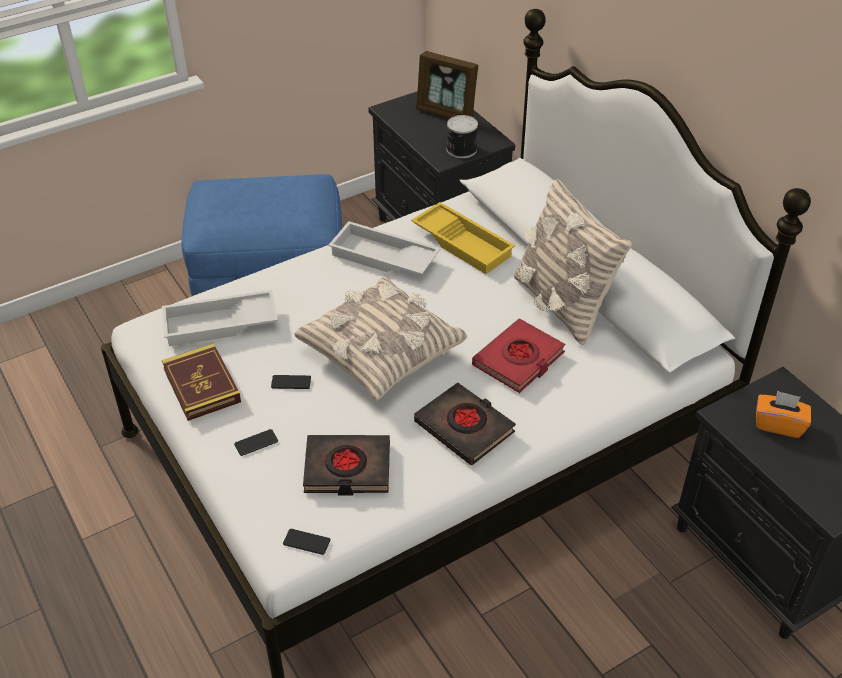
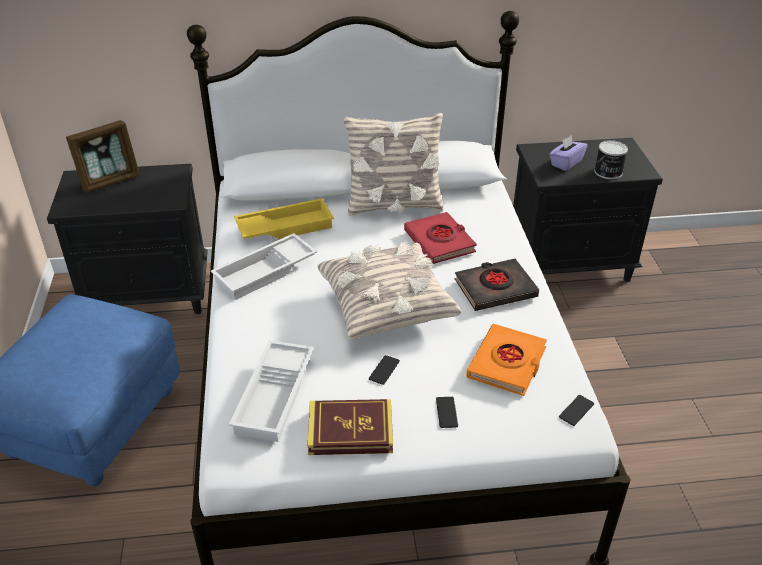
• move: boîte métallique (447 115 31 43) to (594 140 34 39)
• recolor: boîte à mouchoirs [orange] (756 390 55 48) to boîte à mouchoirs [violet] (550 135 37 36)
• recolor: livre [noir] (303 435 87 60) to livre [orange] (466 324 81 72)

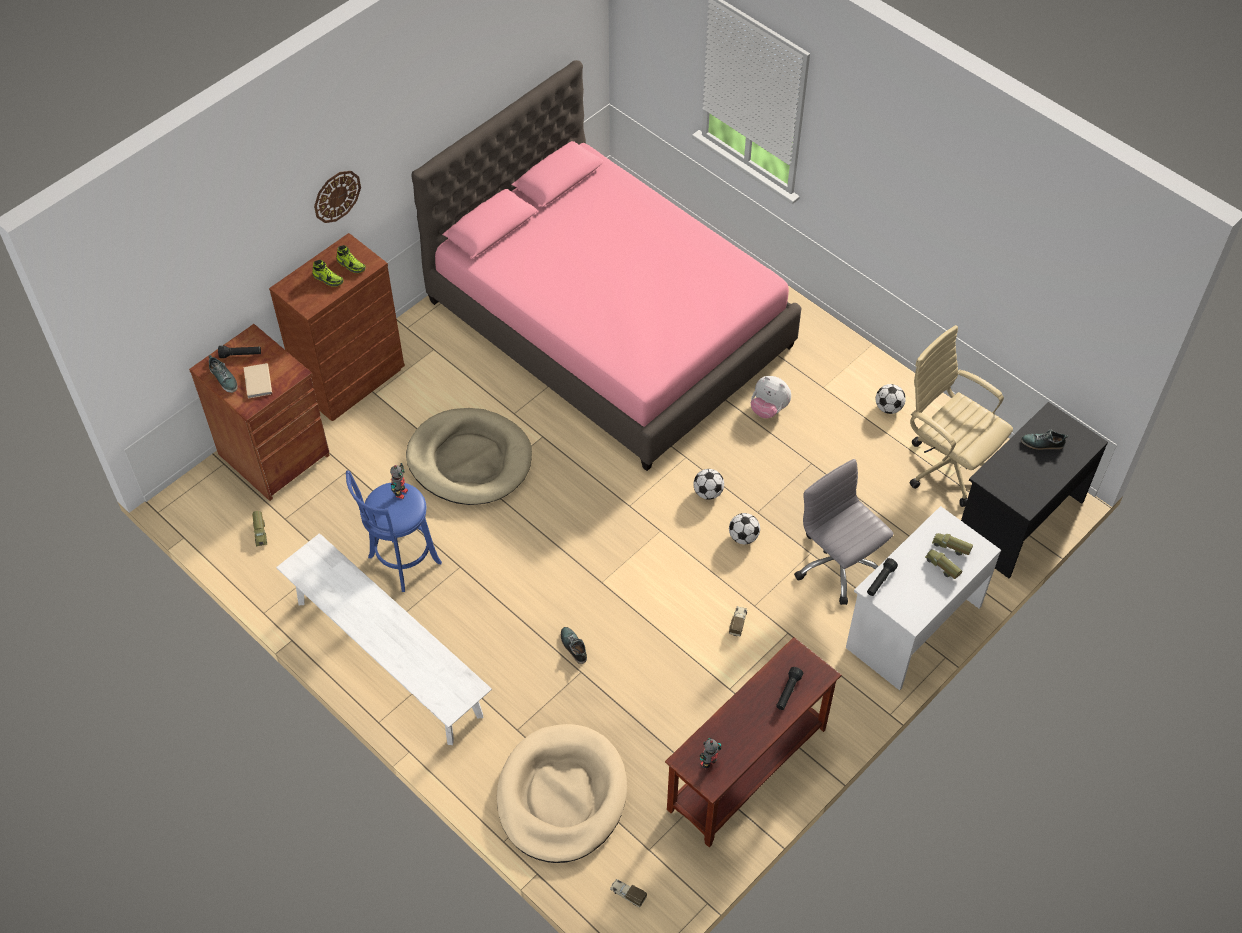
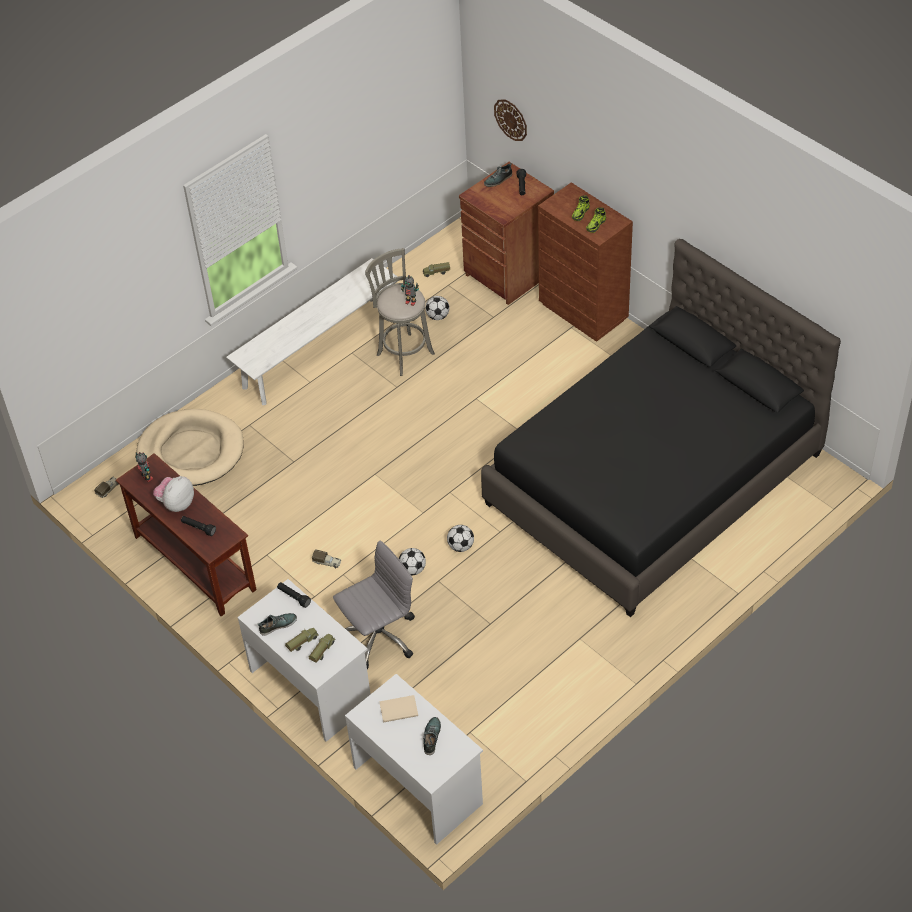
• recolor: lit [rose] (411 60 390 411) to lit [noir] (481 239 360 378)
• move: horloge murale (314 171 47 52) to (494 99 33 42)
• delete: chaise de bureau [beige] (909 325 104 182)
• move: livre [beige] (244 363 28 36) to (379 695 39 27)
• move: peluche (751 376 40 42) to (153 476 41 36)
• move: ballon de foot (876 384 30 30) to (425 296 25 24)
• recolor: bureau [noir] (961 402 147 176) to bureau [blanc] (345 674 138 171)
• delete: panier pour chien [beige] (406 408 126 97)
• recolor: tabouret [bleu] (346 470 96 122) to tabouret [gris] (365 248 70 128)
• move: chaussure (561 627 26 37) to (258 613 39 23)

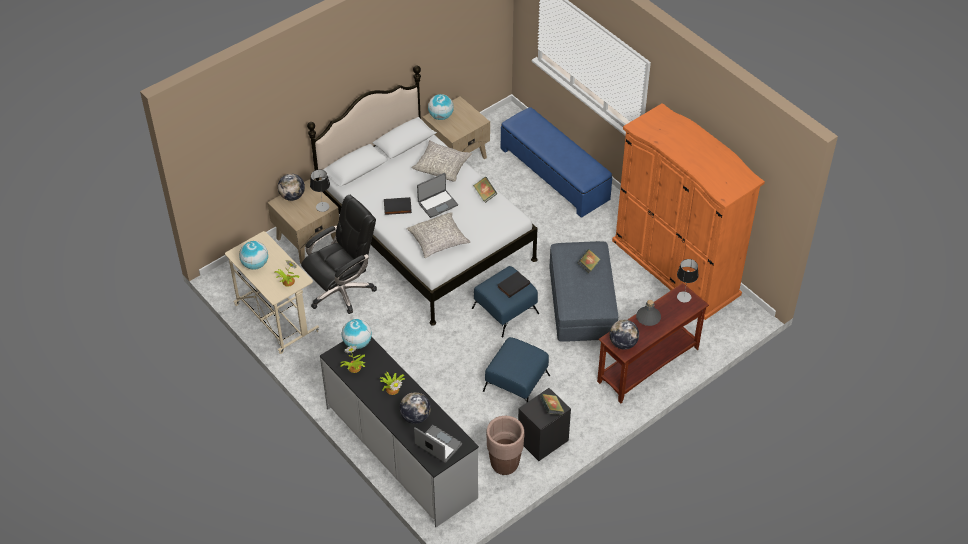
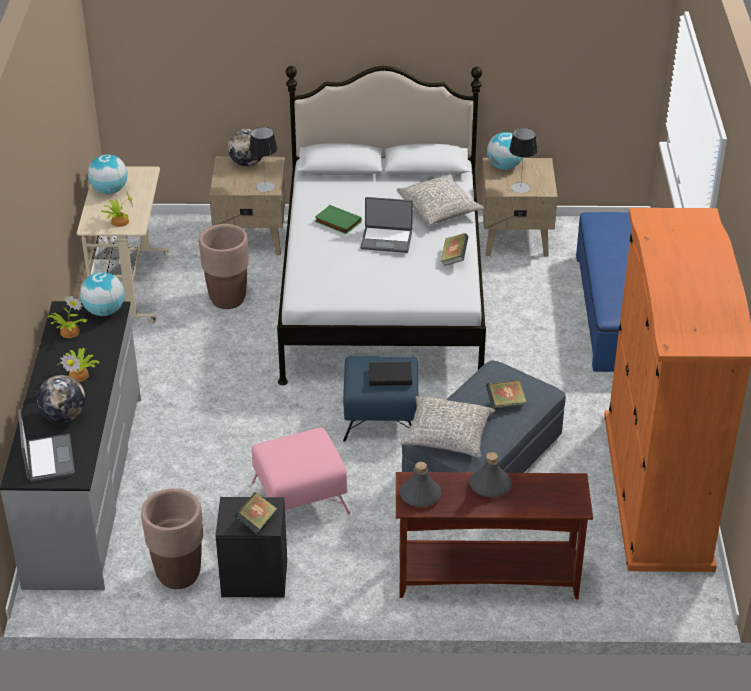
• replace: chaise de bureau [noir] (301 195 76 119) to cache-pot [marron] (199 224 50 85)
• recolor: livre [noir] (384 197 28 18) to livre [vert] (315 205 47 29)
• move: coussin [gris] (407 212 63 46) to (400 396 95 62)
• move: lampe de table (677 259 22 43) to (509 128 29 65)
• replace: globe (609 320 30 29) to bouteille [gris] (400 462 41 45)
• recolor: pouf [bleu] (483 337 67 65) to pouf [rose] (251 427 100 89)

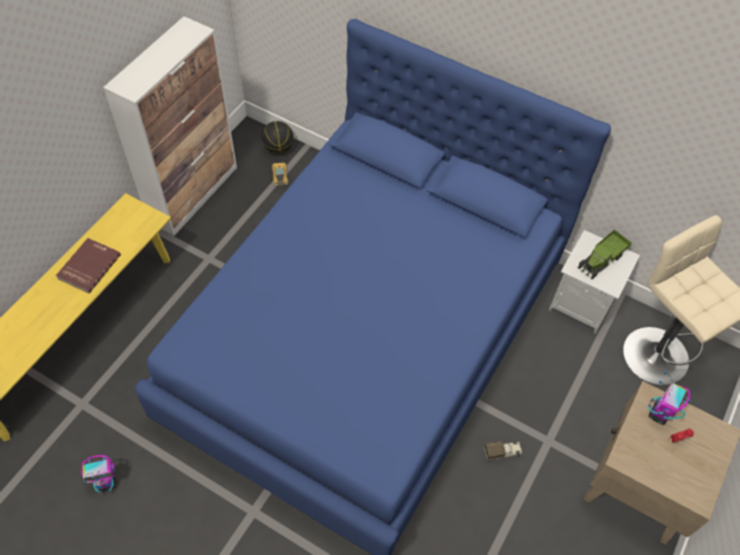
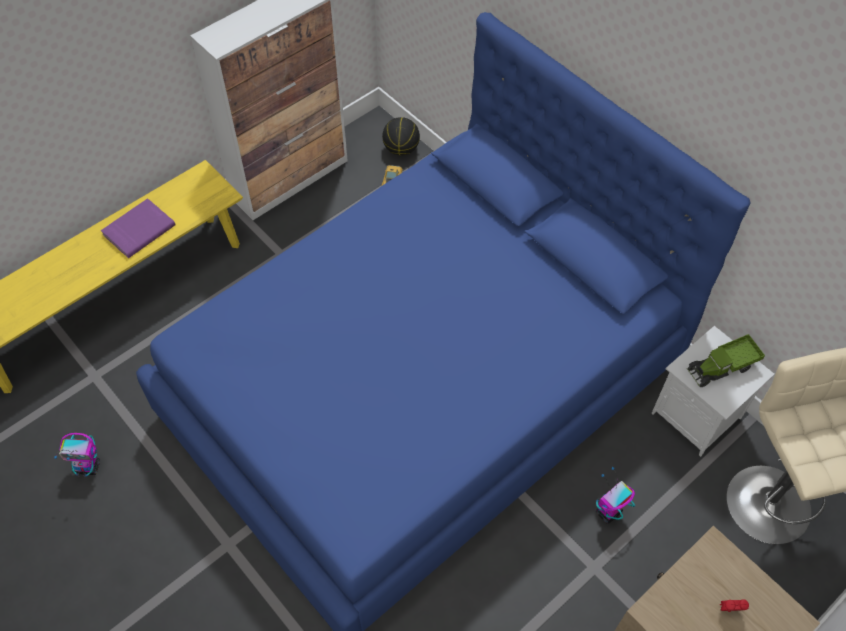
• recolor: livre [rouge] (56 238 65 56) to livre [violet] (101 198 74 60)
• move: robot jouet (648 372 43 53) to (596 467 39 57)
• delete: camion jouet (484 441 39 19)

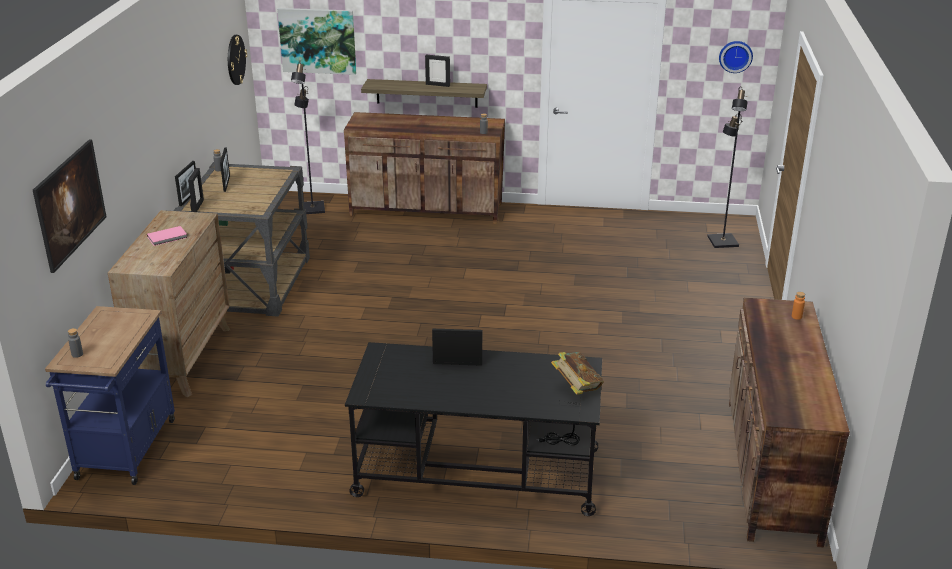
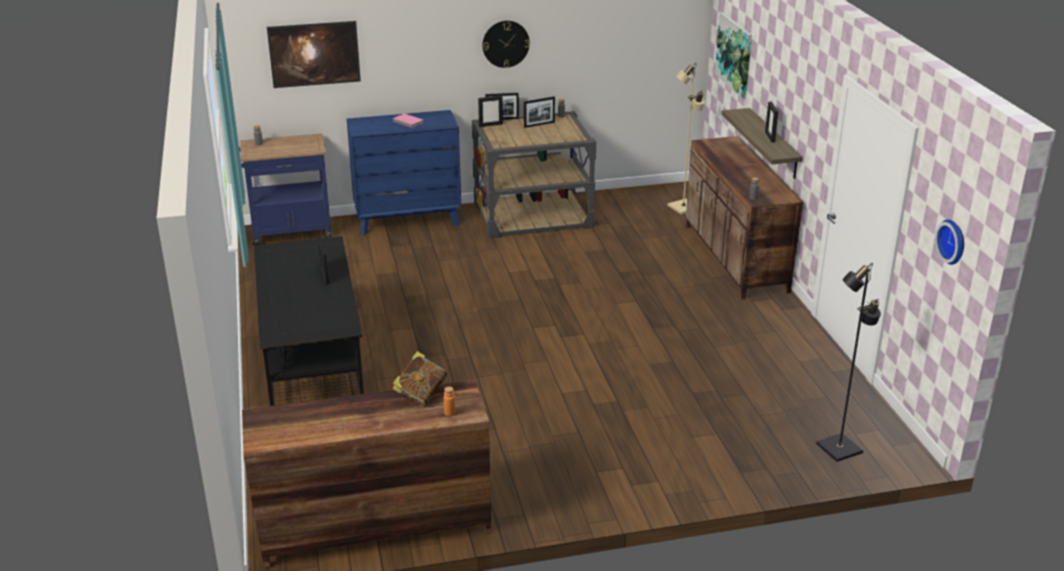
• move: horloge murale (228 35 19 50) to (482 21 48 47)
• recolor: lampadaire [noir] (291 61 34 153) to lampadaire [beige] (667 63 38 151)
• recolor: commode [marron] (108 210 122 187) to commode [bleu] (347 110 114 126)
• move: livre (551 352 53 43) to (393 351 54 55)

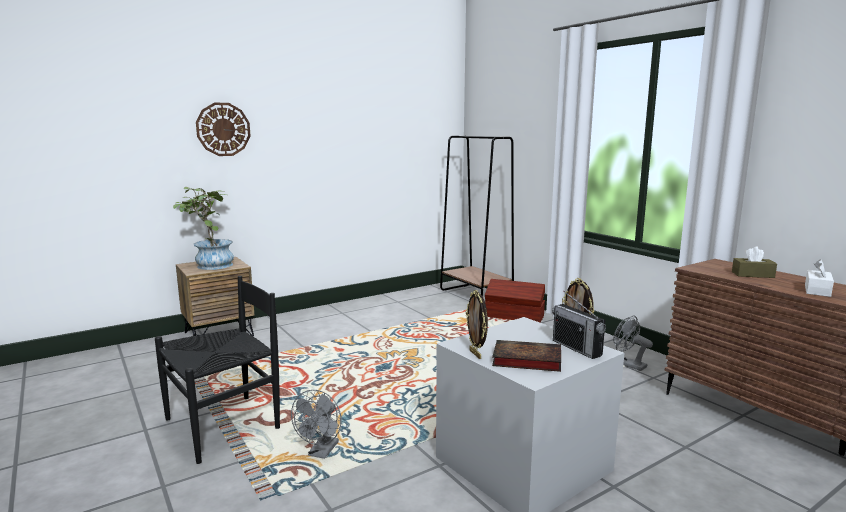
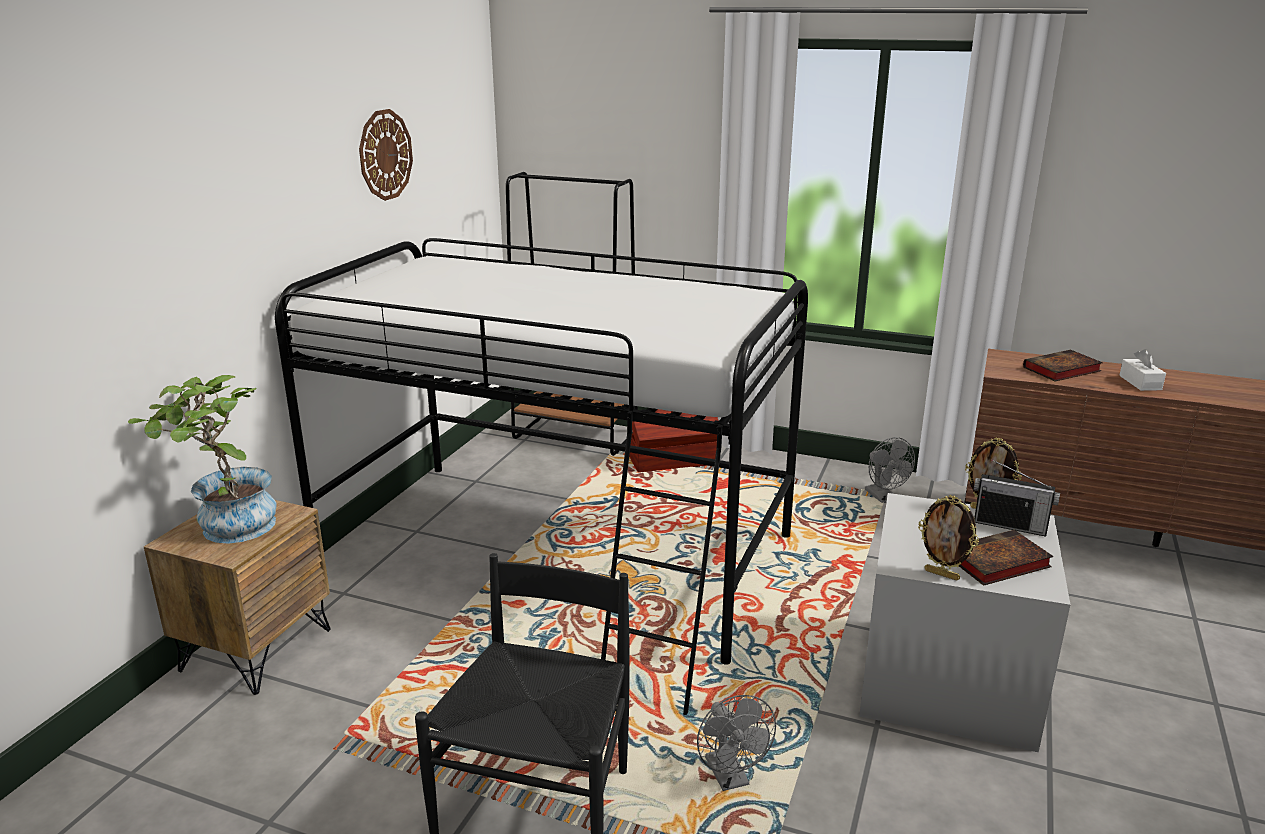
• move: horloge murale (196 103 55 53) to (359 109 54 92)
• replace: boîte à mouchoirs [marron] (732 246 45 32) to livre (1023 350 80 32)
• rotate: ventilateur [gris] (613 315 40 56) = (865 437 50 66) 120 degrees counterclockwise
• insert: lit [noir] (275 238 533 477)

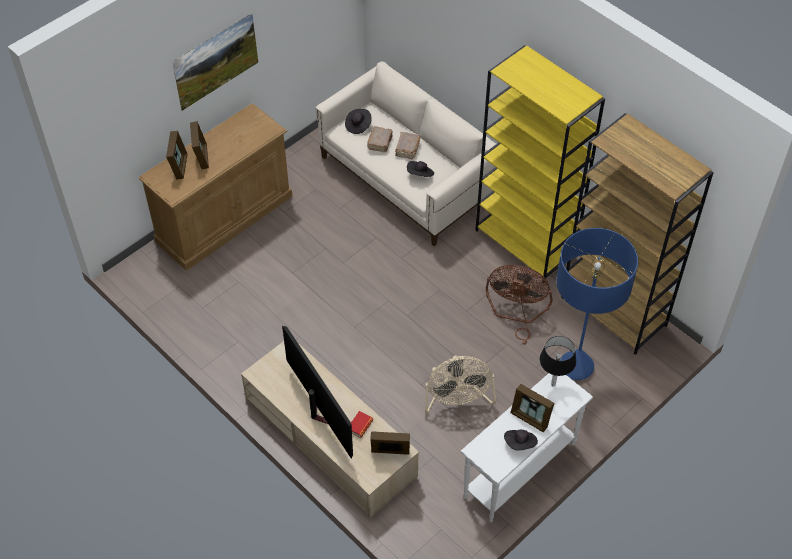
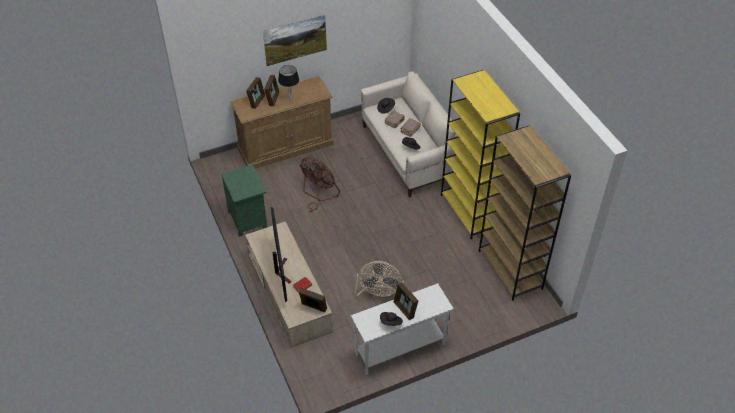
• delete: lampadaire [bleu] (556 228 82 152)
• move: ventilateur [marron] (486 265 67 80) to (300 157 40 55)
• move: lampe de table [noir] (540 336 36 51) to (278 65 21 36)
• insert: table de chevet [vert] (221 164 46 73)

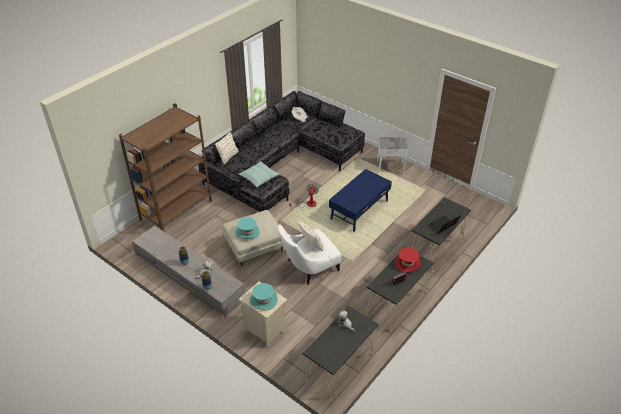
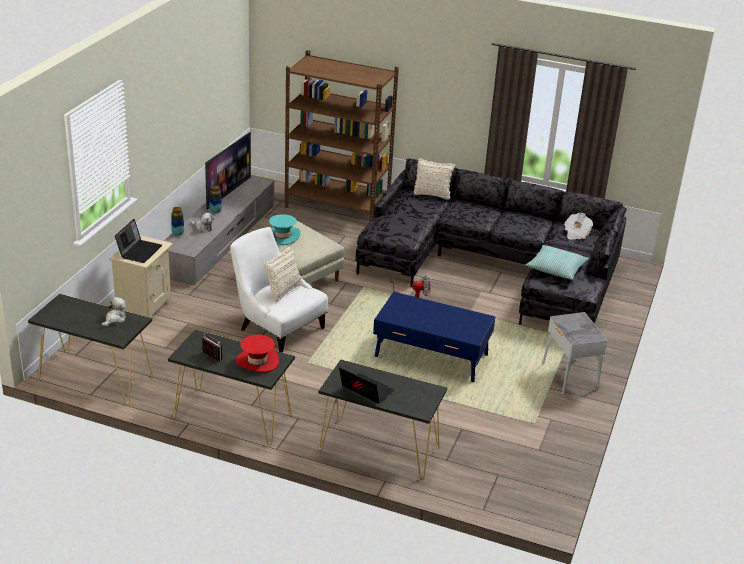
• move: coussin (239 161 41 26) to (525 245 64 35)
• replace: chapeau [turquoise] (250 283 28 27) to ordinateur portable (115 219 47 44)
• insert: téléviseur (205 132 46 78)

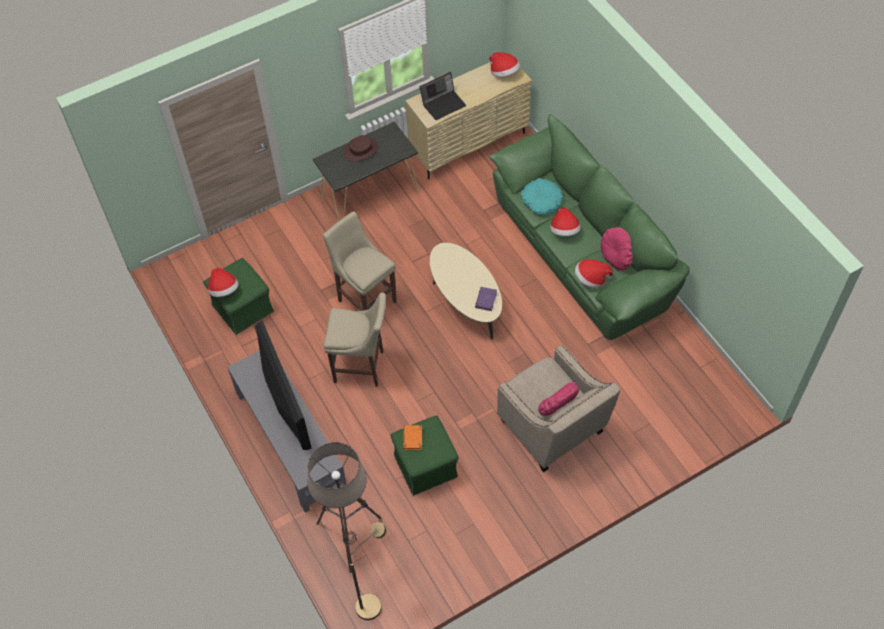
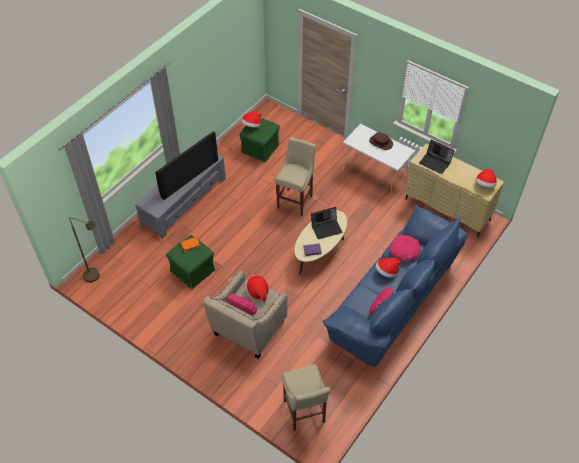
• recolor: canapé [vert] (489 114 201 226) to canapé [bleu] (323 205 145 162)
• recolor: table console [noir] (313 121 105 100) to table console [blanc] (342 124 73 73)
• recolor: coussin [turquoise] (521 178 42 37) to coussin [rose] (389 235 32 26)
• move: chapeau (575 259 38 29) to (246 275 23 28)
• move: tabouret [beige] (324 293 62 94) to (282 364 48 67)
• delete: lampadaire (308 442 74 131)
• insert: ordinateur portable (311 207 31 32)

